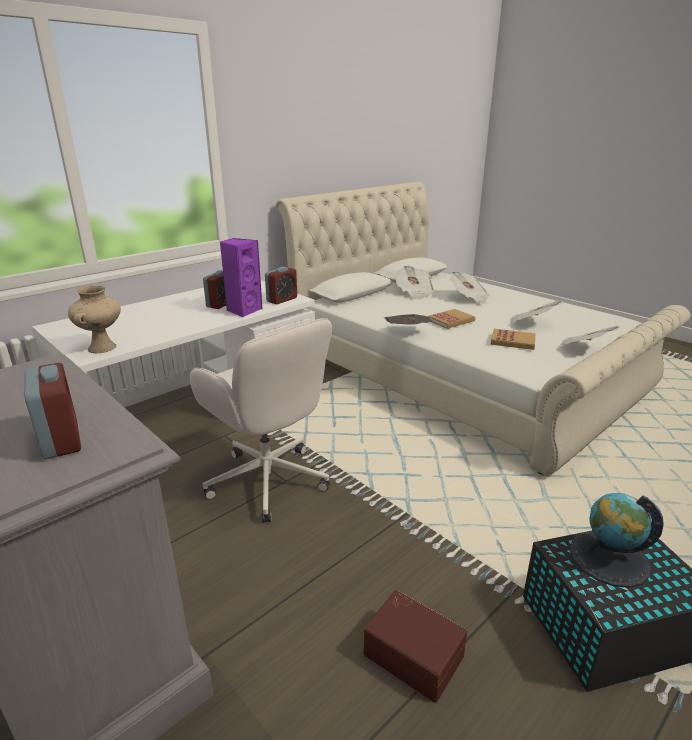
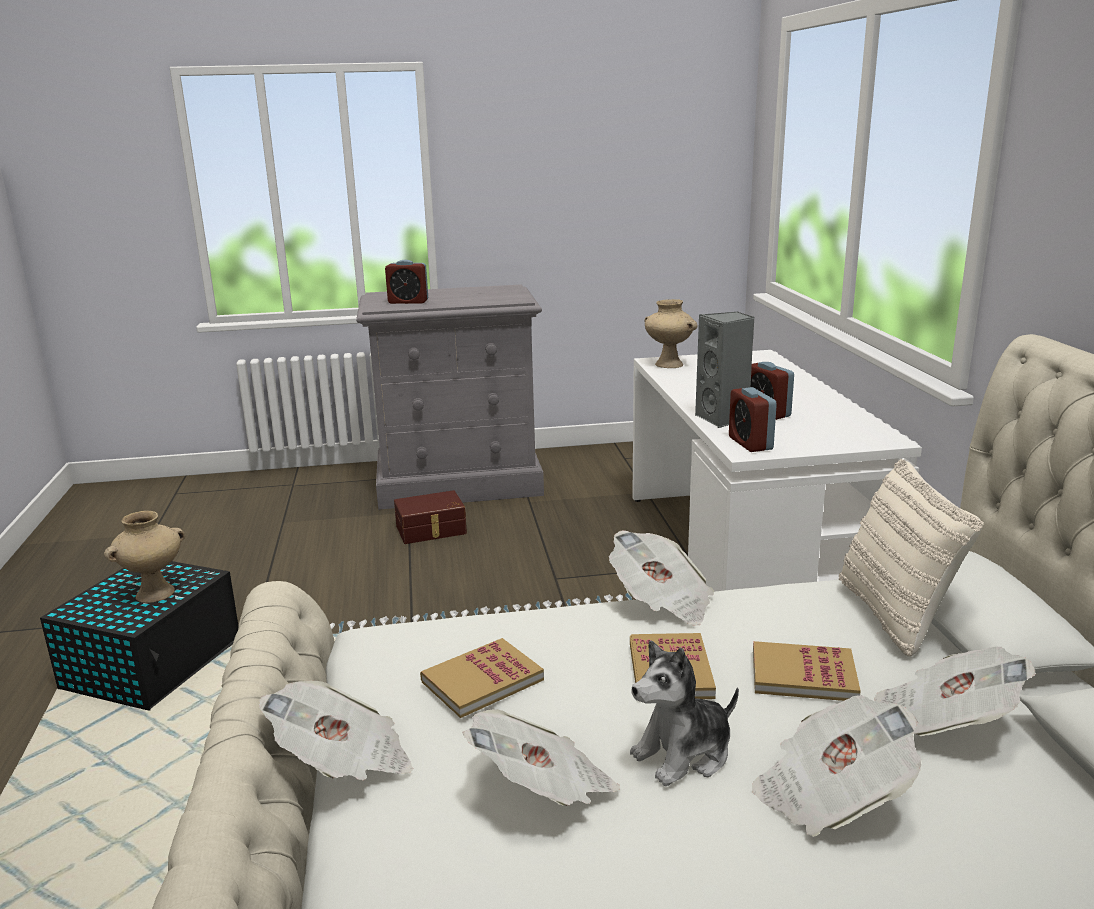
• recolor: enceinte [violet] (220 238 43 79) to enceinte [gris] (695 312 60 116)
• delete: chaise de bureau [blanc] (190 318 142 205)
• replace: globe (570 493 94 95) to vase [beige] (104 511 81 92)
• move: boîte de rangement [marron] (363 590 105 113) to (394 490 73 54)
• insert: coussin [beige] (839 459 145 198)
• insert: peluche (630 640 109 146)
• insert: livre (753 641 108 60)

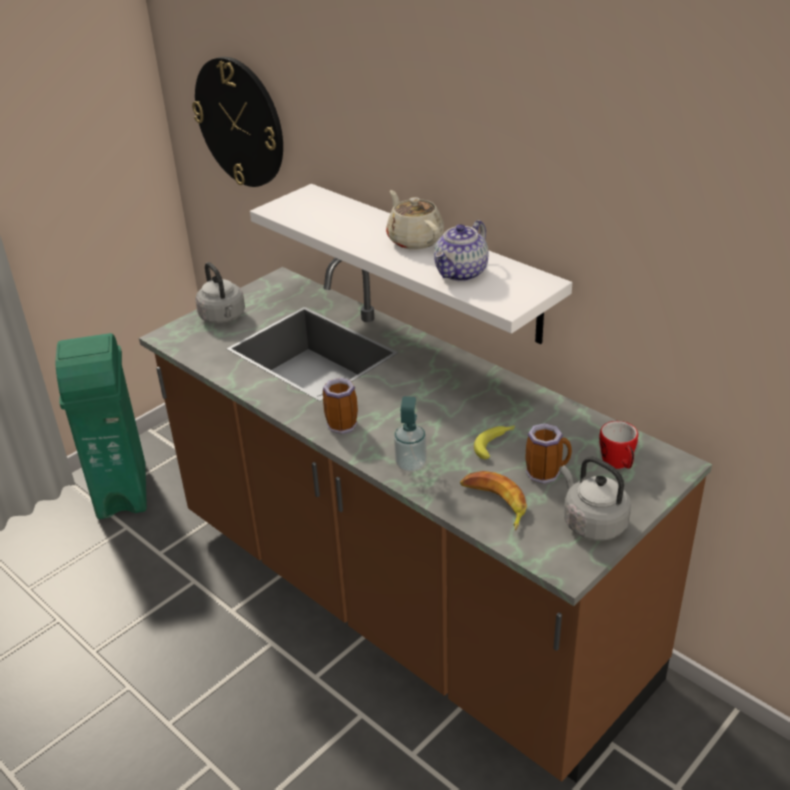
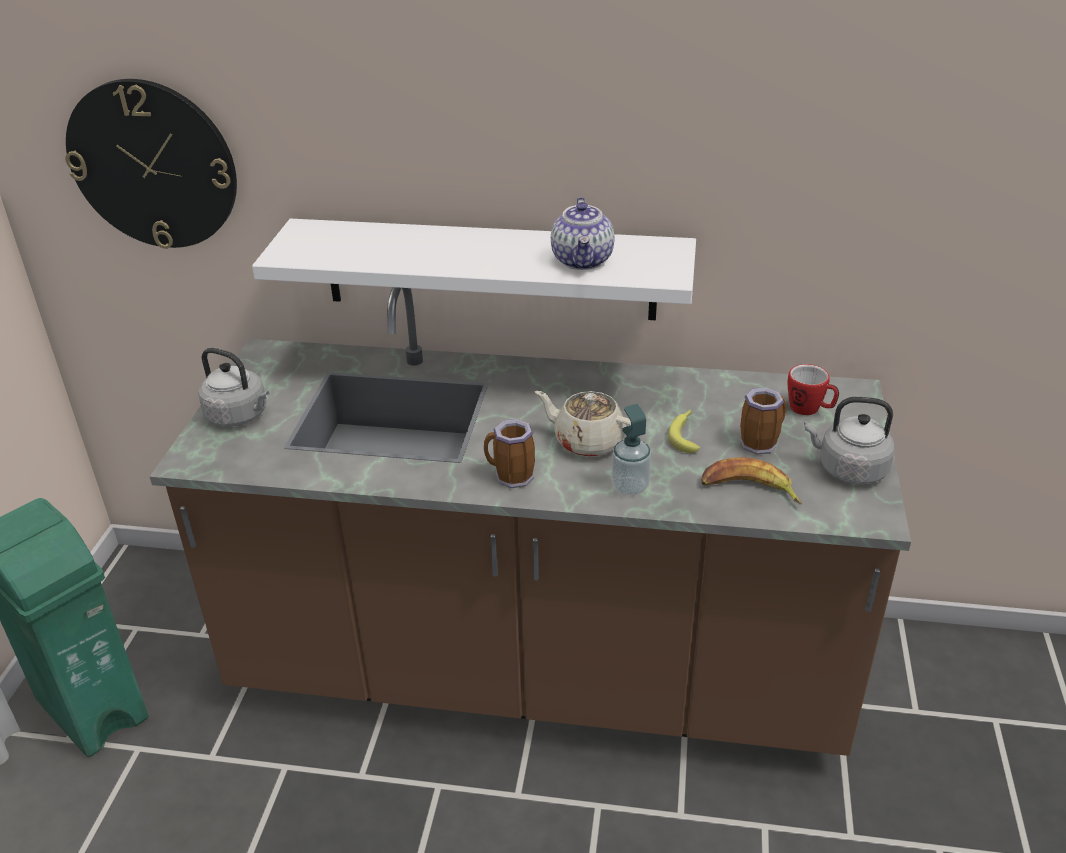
• move: théière [beige] (386 190 58 59) to (535 391 96 66)

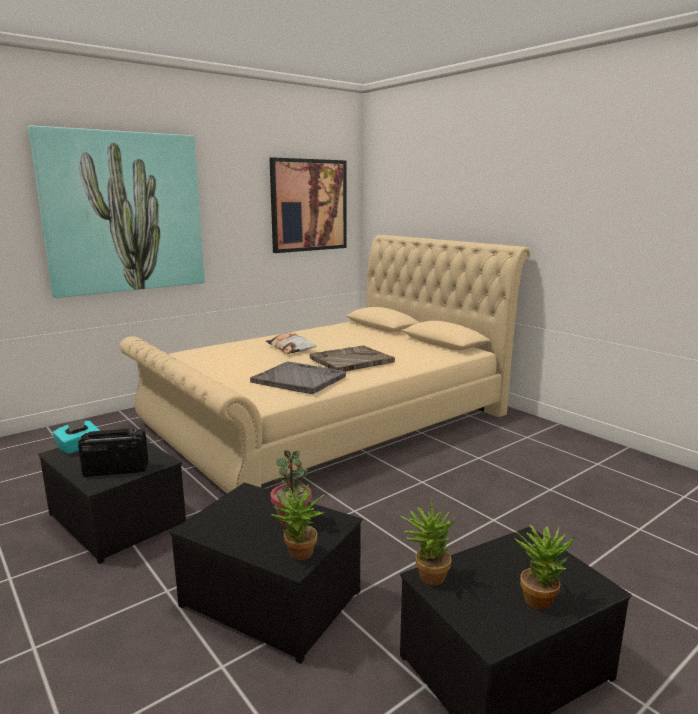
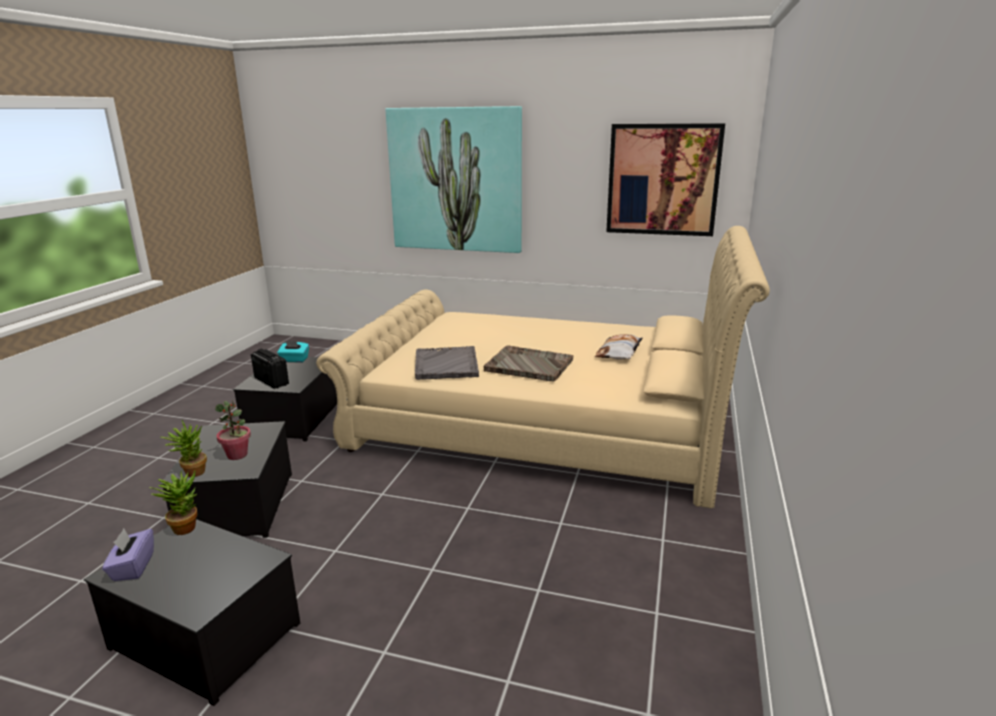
• move: coussin (265 332 52 22) to (595 334 47 26)
• delete: plante en pot (514 524 61 86)
• insert: boîte à mouchoirs [violet] (102 529 52 52)

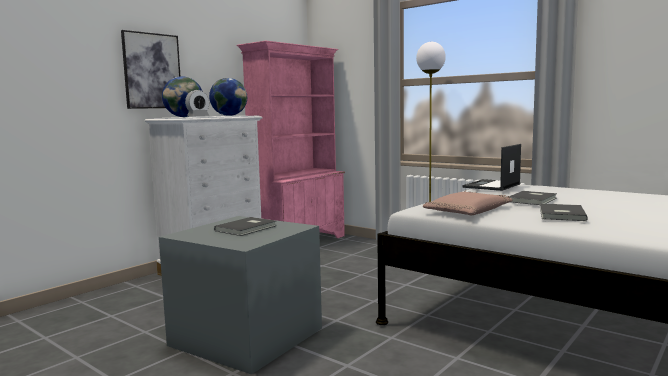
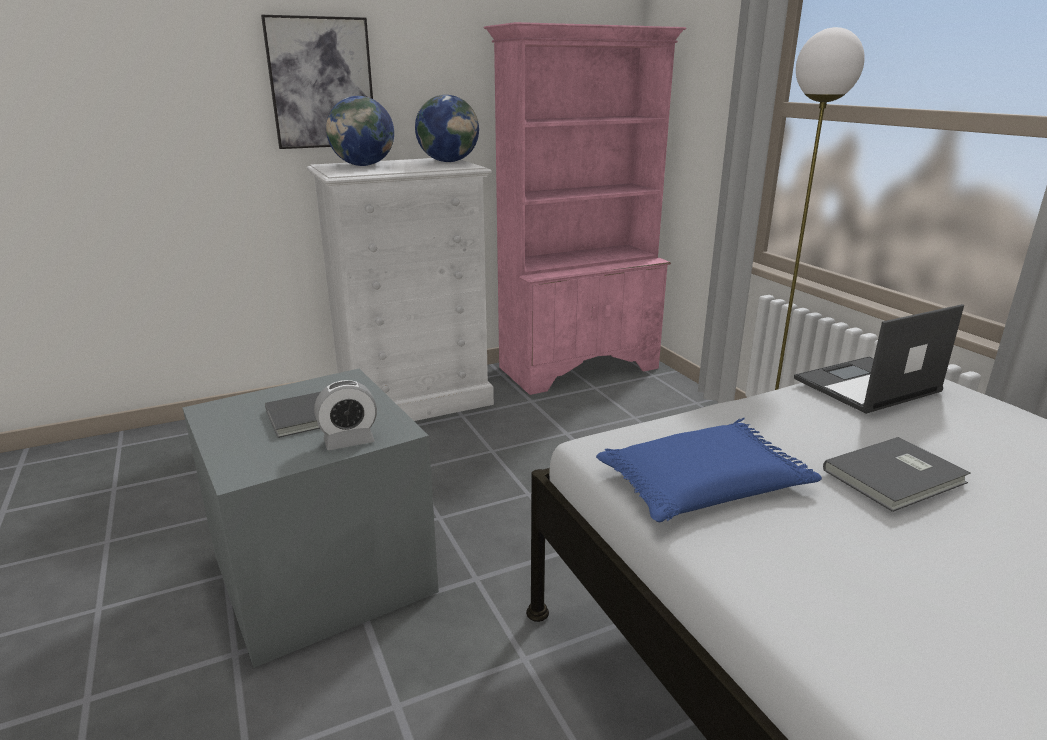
• move: réveil (185 90 24 26) to (314 380 63 70)
• recolor: coussin [beige] (422 190 90 25) to coussin [bleu] (596 418 226 104)
• delete: livre [gris] (540 204 48 17)

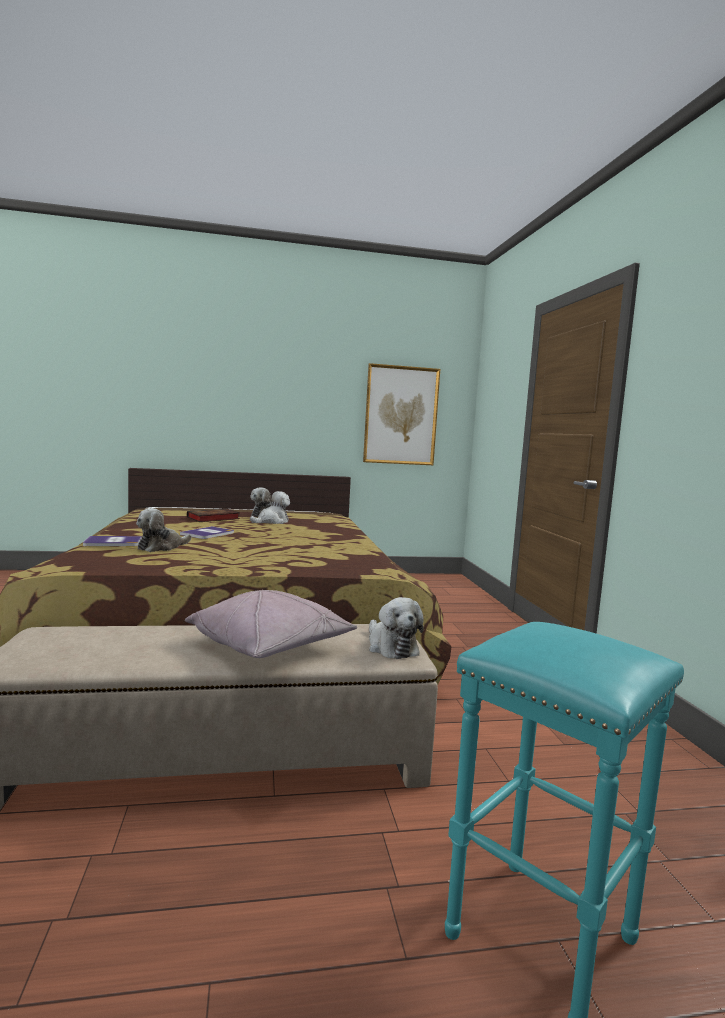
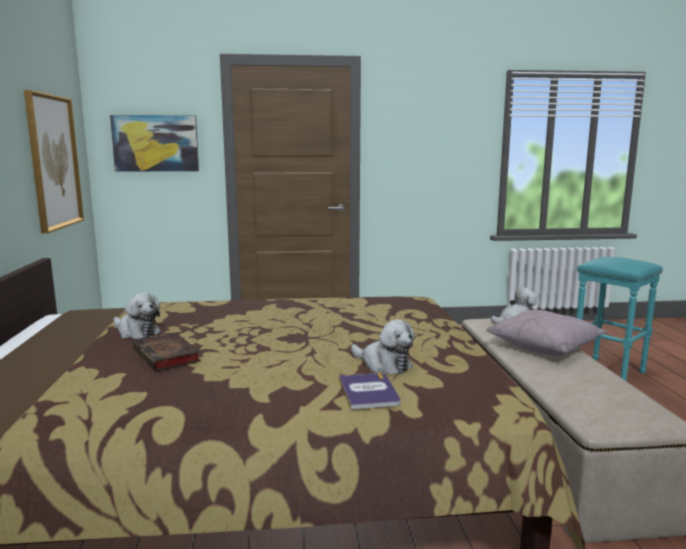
• delete: peluche (250 491 40 33)
• delete: livre (180 526 54 13)
• insert: tableau (110 115 89 57)

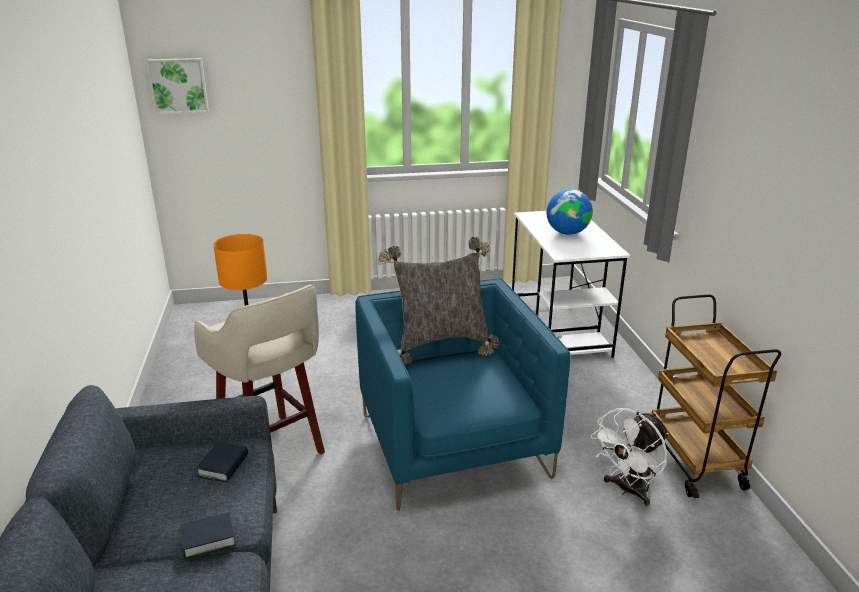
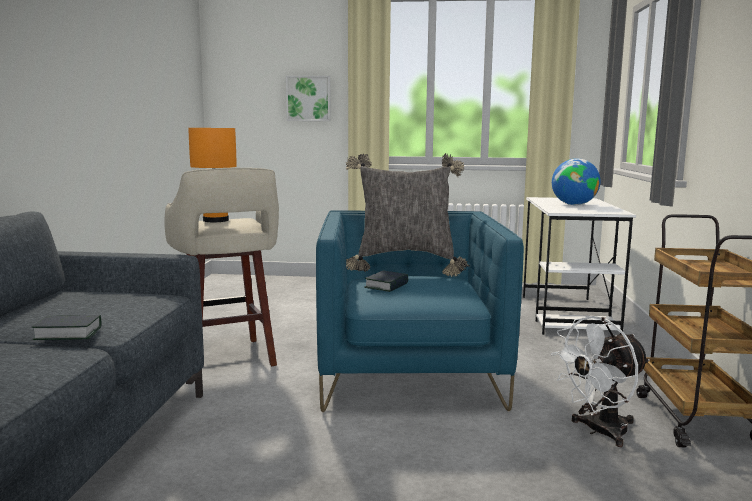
• move: tableau (146 58 63 56) to (286 76 45 45)
• move: livre (197 442 51 41) to (364 271 44 21)

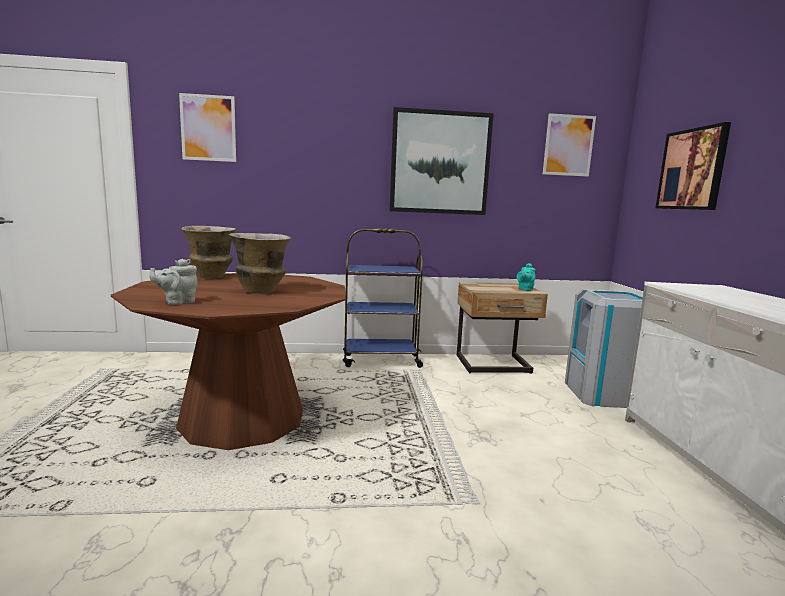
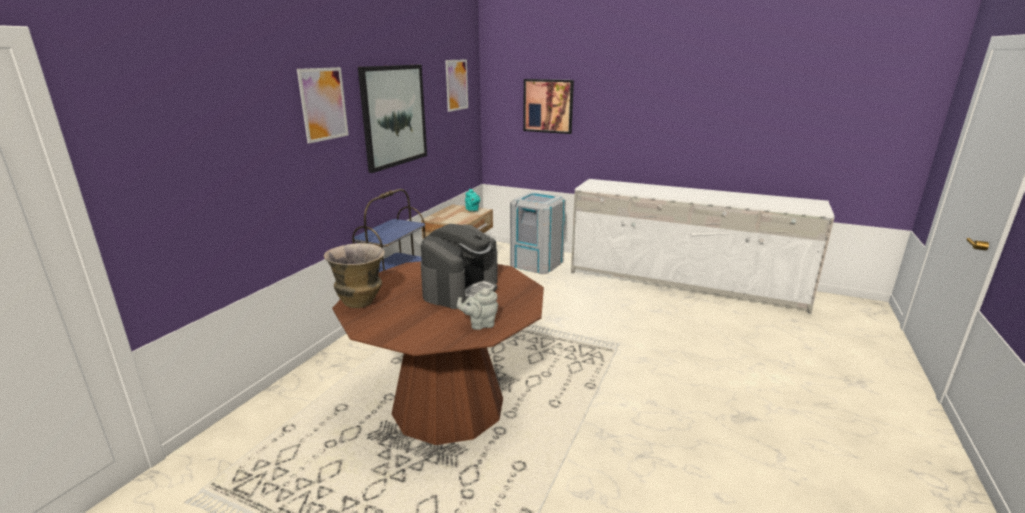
• move: tableau (179 93 57 69) to (297 67 52 76)
• replace: vase (229 233 62 61) to machine à café (421 224 77 85)
• rotate: théière [gris] (149 259 49 46) = (457 288 41 42) 90 degrees clockwise

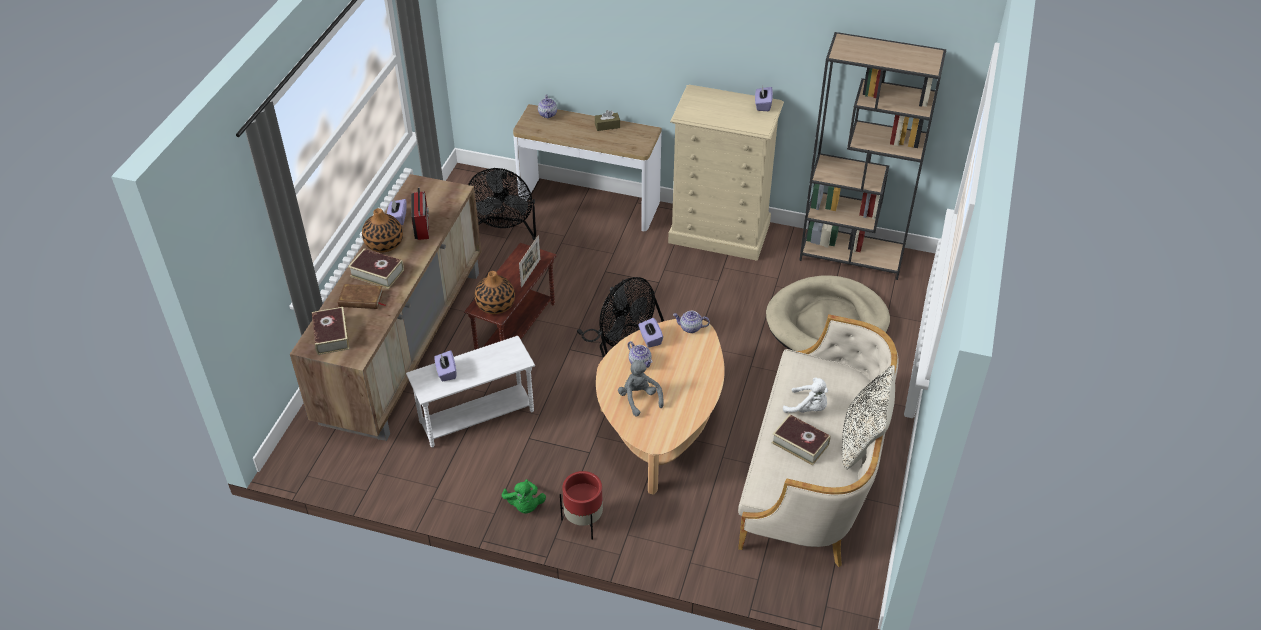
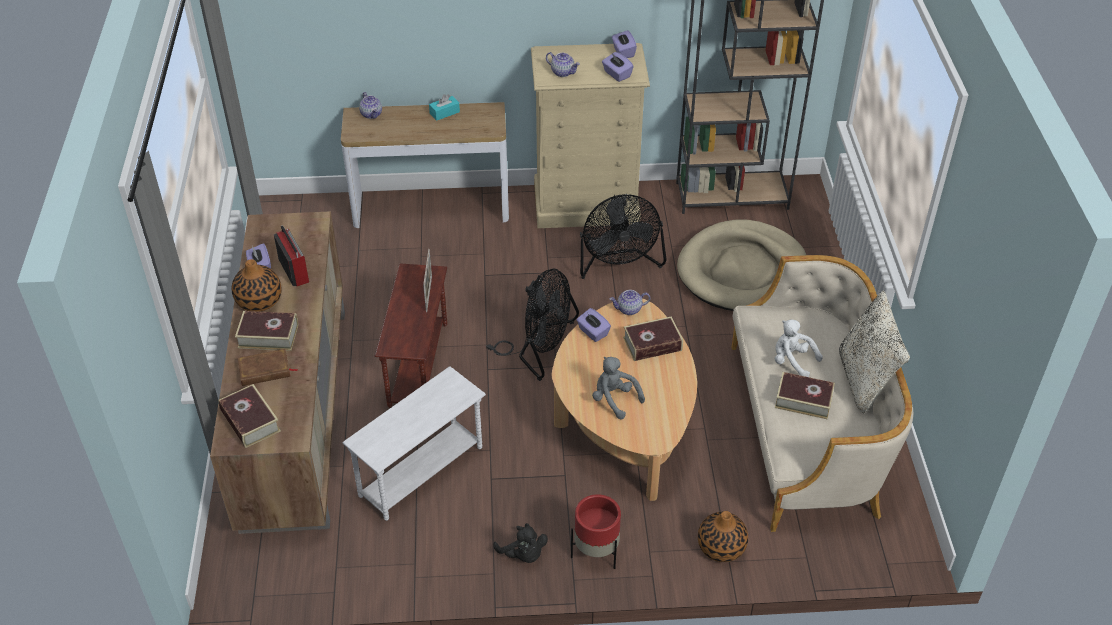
• recolor: boîte à mouchoirs [marron] (595 110 25 21) to boîte à mouchoirs [turquoise] (429 94 31 27)
• move: ventilateur [noir] (468 167 68 73) to (580 194 86 85)
• move: vase (475 271 40 43) to (698 511 50 51)
• move: théière (628 341 25 27) to (546 52 34 25)
• move: boîte à mouchoirs [violet] (434 350 22 31) to (602 52 32 30)
• rotate: peluche [blanc] (783 377 45 36) = (775 320 48 57) 150 degrees counterclockwise
• recolor: peluche [vert] (502 479 44 35) to peluche [noir] (493 523 55 40)
• insert: livre (623 316 60 45)

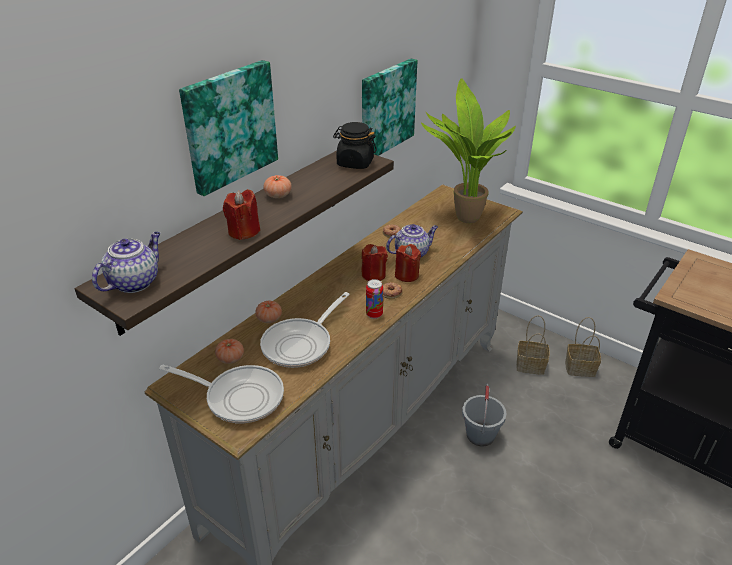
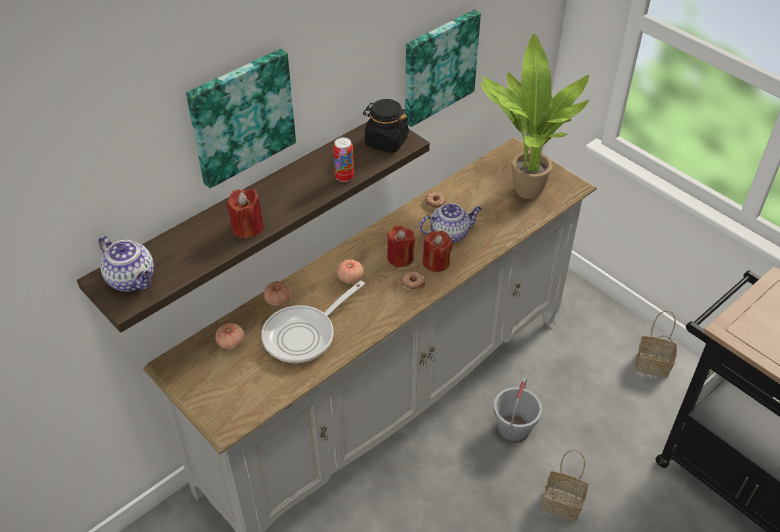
• move: tomate (263 175 29 23) to (337 259 27 25)
• rotate: théière (92 232 68 61) = (98 236 56 56) 90 degrees clockwise
• move: boîte métallique (366 279 17 40) to (333 137 21 45)
• move: panier (516 315 33 60) to (542 450 47 71)
• delete: poêle (159 365 125 58)

